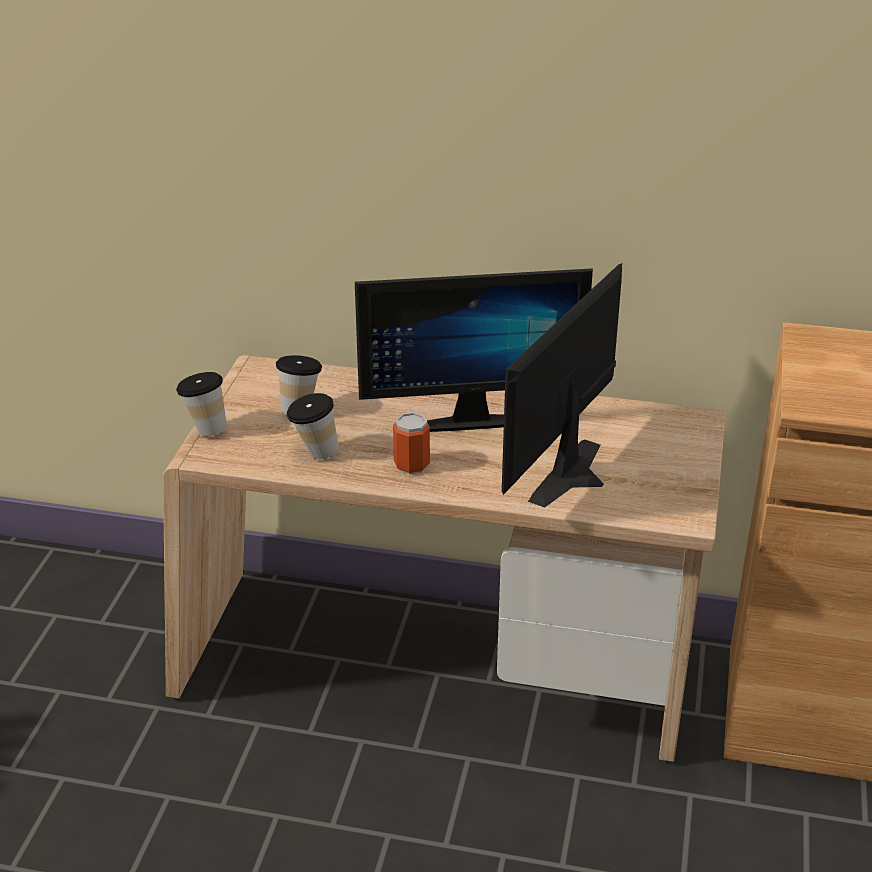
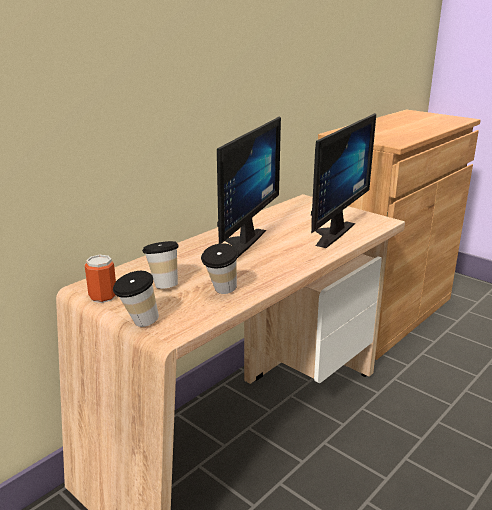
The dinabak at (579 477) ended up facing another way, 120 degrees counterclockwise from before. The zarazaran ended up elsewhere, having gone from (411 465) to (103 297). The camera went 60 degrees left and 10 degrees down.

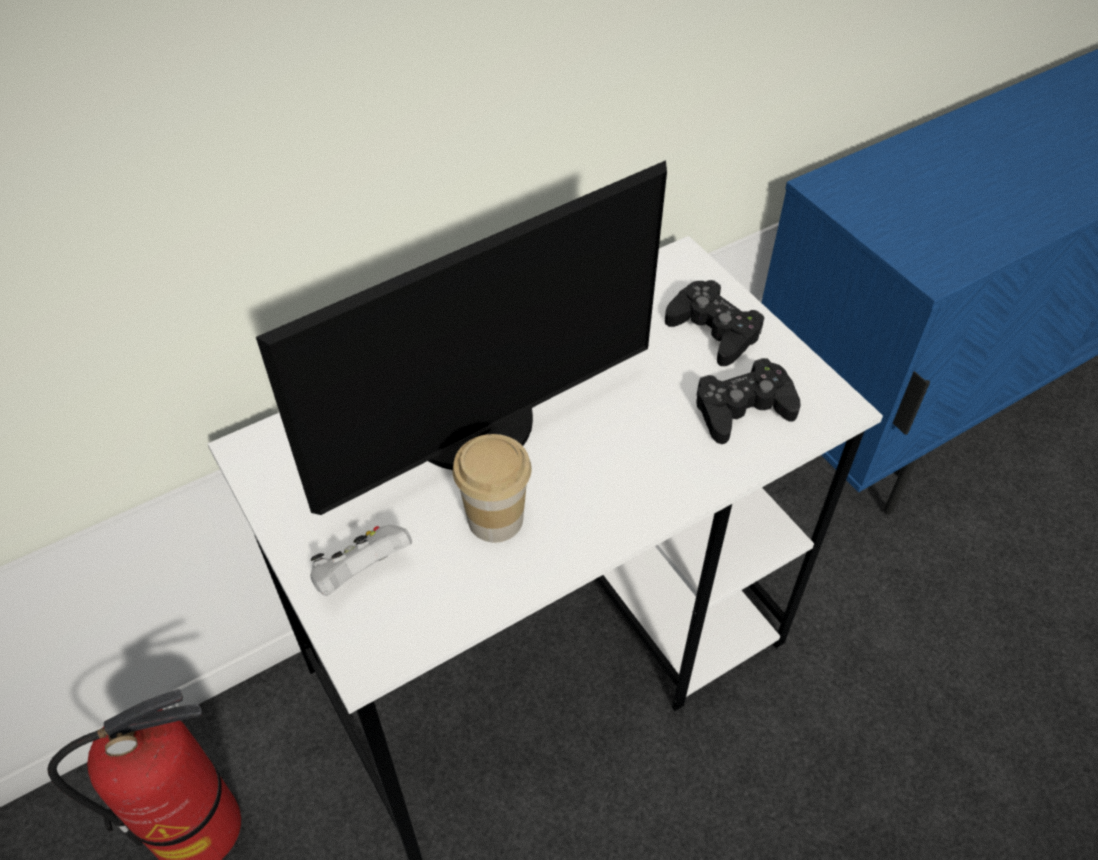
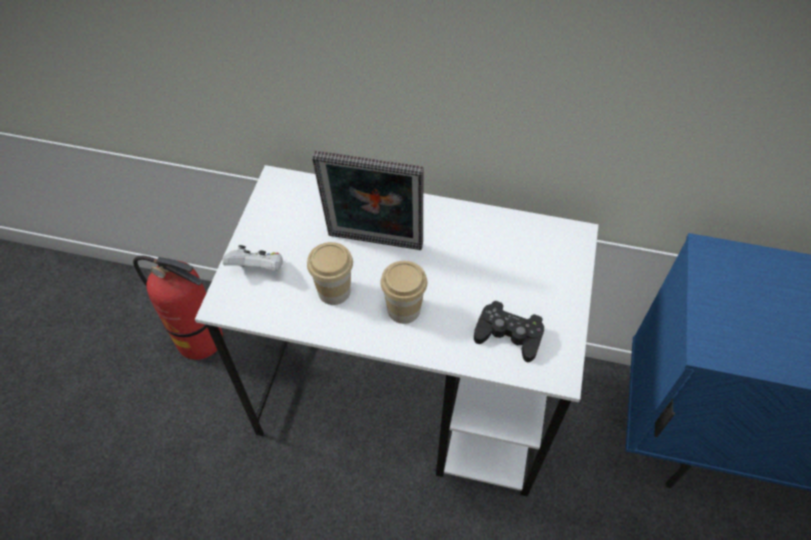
Where the dinabak stood at (478 430), the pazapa came to stand at (374 244). The second view lost the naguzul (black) at (713 330). The second view gained the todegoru at (404 309). The camera went 45 degrees right and 5 degrees up.

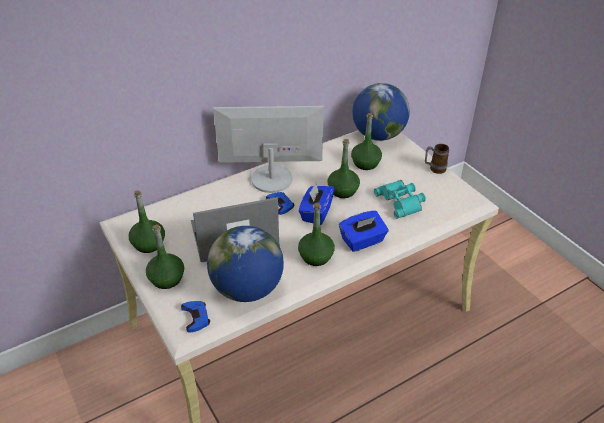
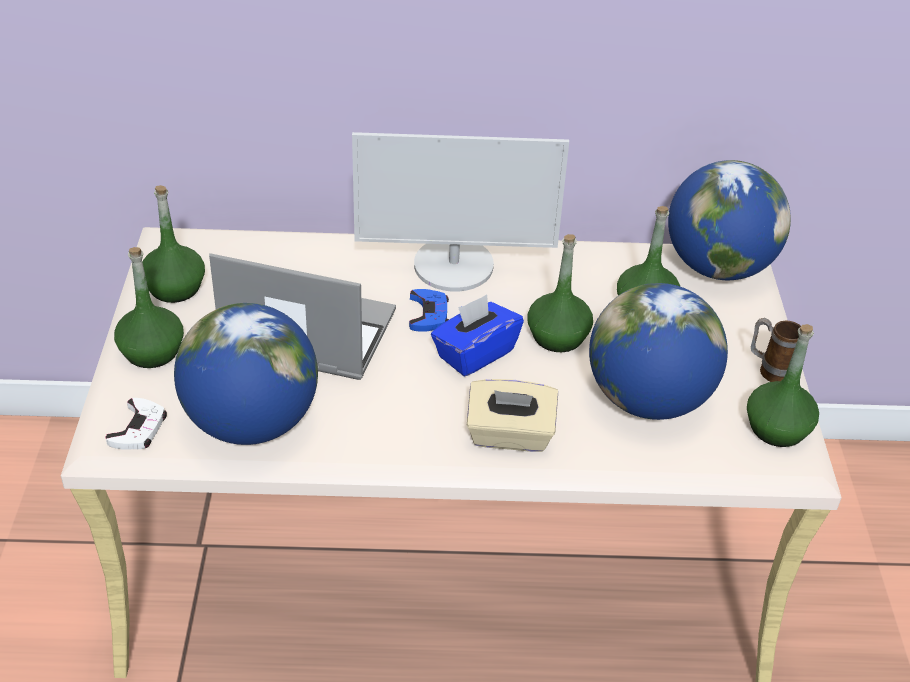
The dinabak at (271 179) ended up facing another way, 150 degrees clockwise from before. Where the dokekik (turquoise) stood at (401 201), the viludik came to stand at (648 400). The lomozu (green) ended up elsewhere, having gone from (315 256) to (777 429). What was the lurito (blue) at (362 241) turned into the lurito (beige) at (510 436). What was the naguzul (blue) at (196 317) turned into the naguzul (white) at (138 429). The camera went 30 degrees right and 0 degrees up.

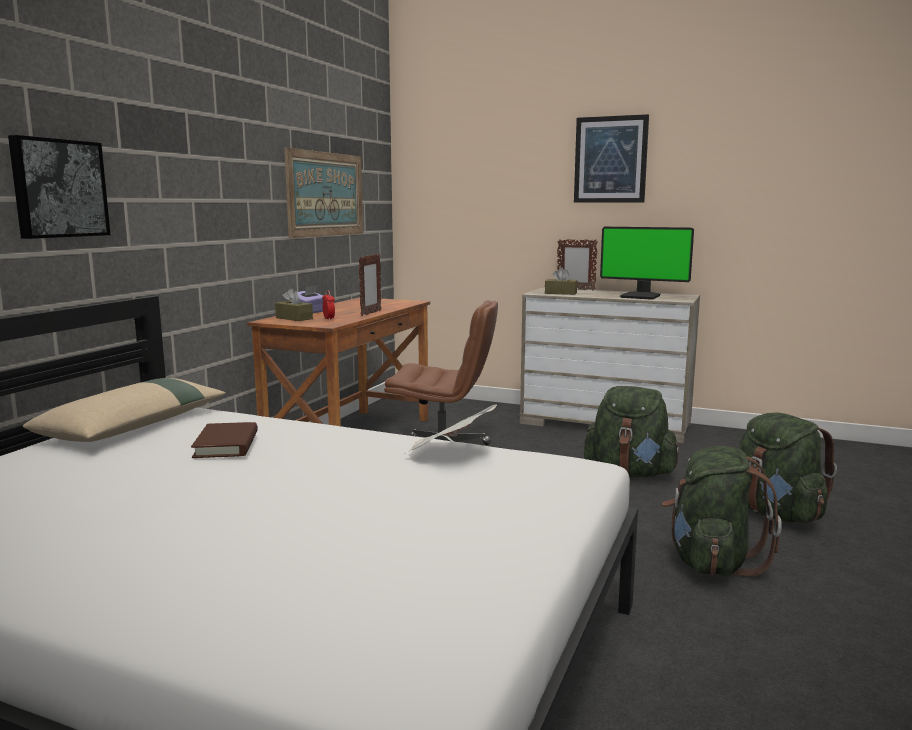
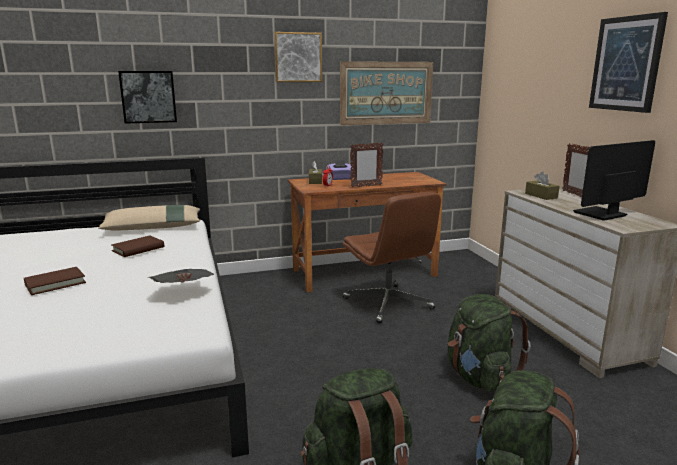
The dinabak at (641 296) ended up facing another way, 75 degrees clockwise from before. The second view gained the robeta at (297 57). The second view gained the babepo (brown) at (55 283). The camera went 50 degrees right and 5 degrees up.

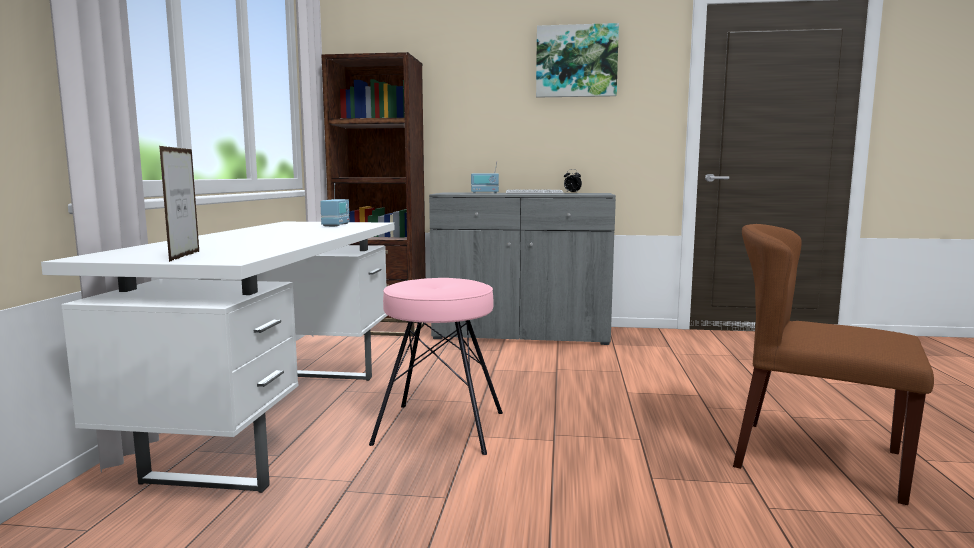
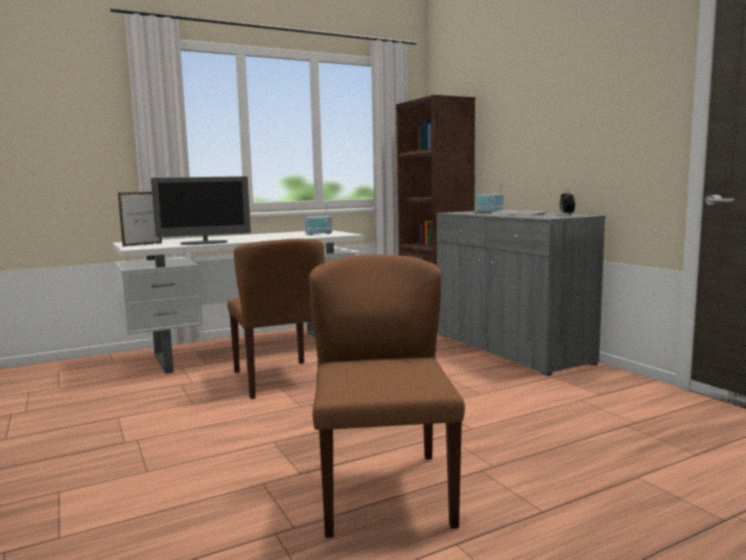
The second view lost the robeta at (576 61). Where the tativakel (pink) stood at (440 428), the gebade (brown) came to stand at (280 379). The second view gained the dinabak at (204 243). The camera went 55 degrees right and 0 degrees up.

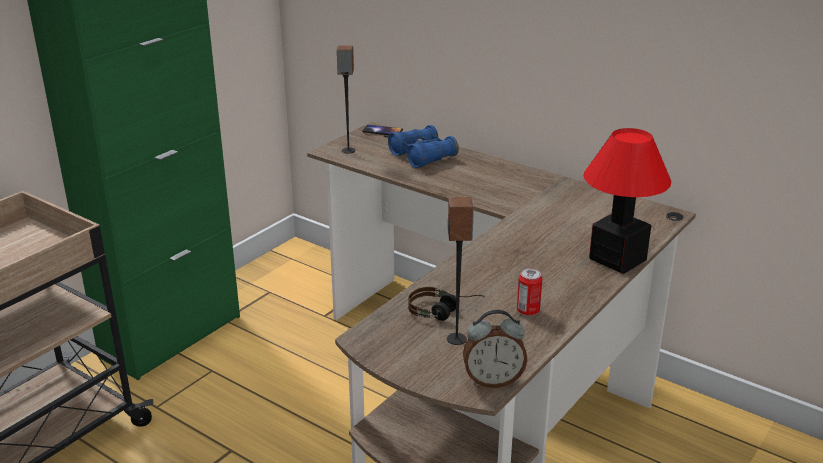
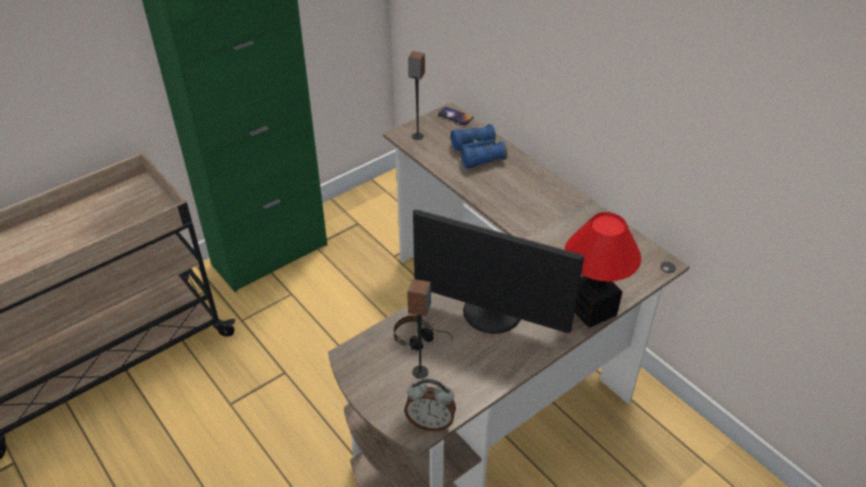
The second view lost the zarazaran at (528 311). The second view gained the dinabak at (491 314). The camera went 15 degrees right and 15 degrees up.

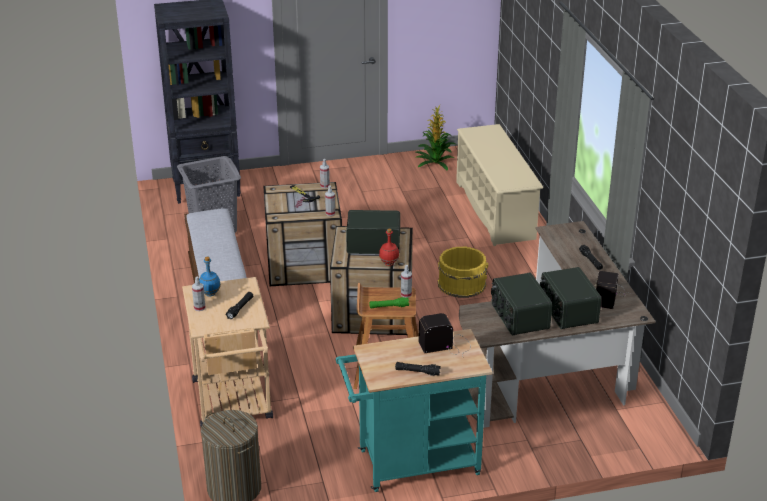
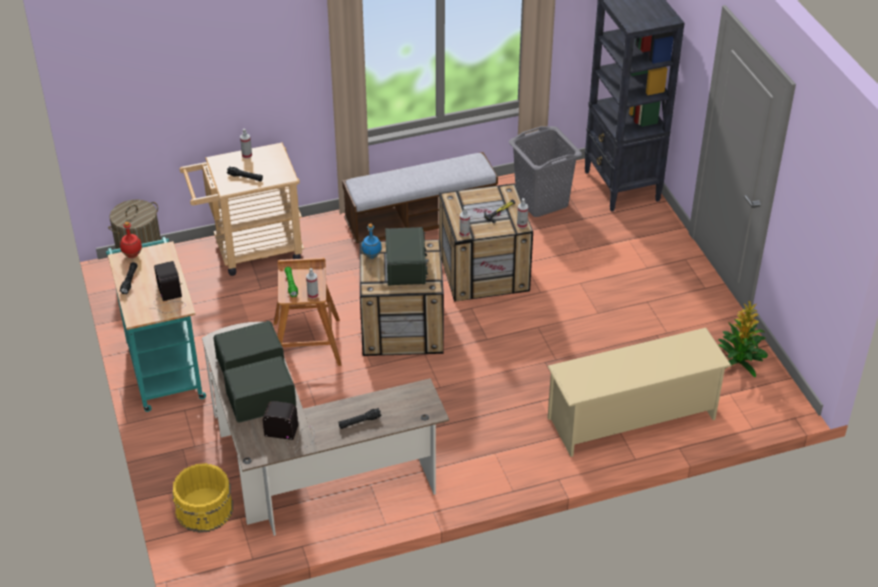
The lomozu (red) ended up elsewhere, having gone from (389 263) to (132 255). The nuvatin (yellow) ended up elsewhere, having gone from (461 284) to (205 509). The lomozu (blue) ended up elsewhere, having gone from (210 294) to (371 255). The camera went 85 degrees right and 10 degrees up.

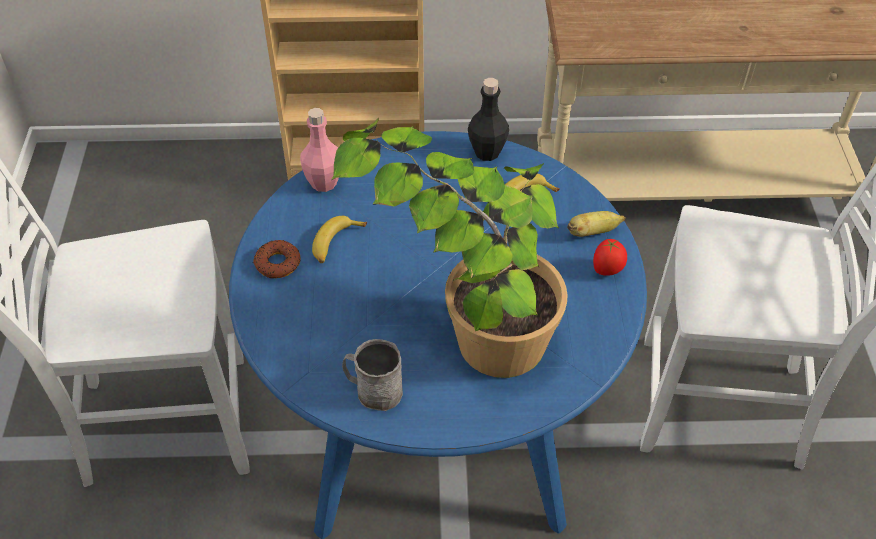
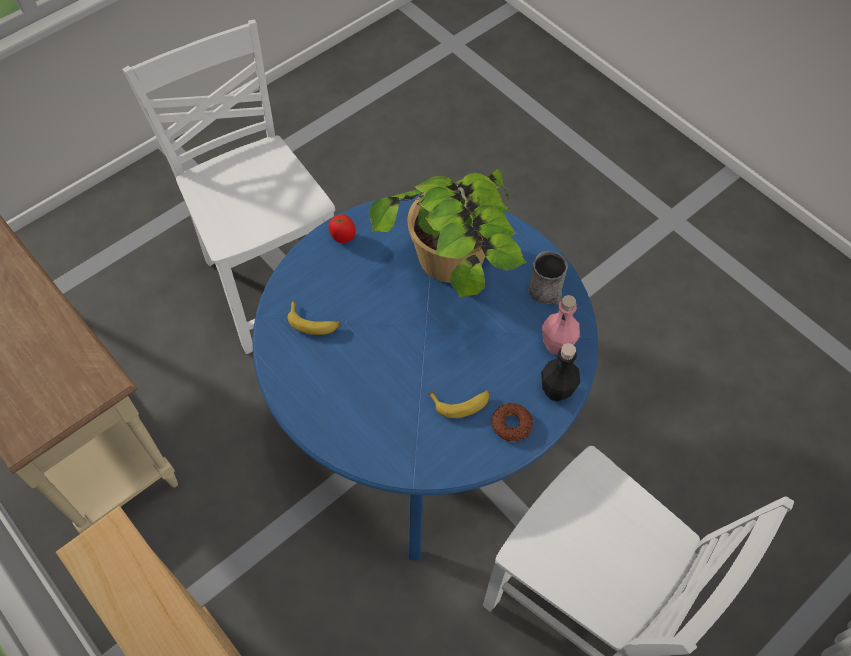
The lomozu (black) ended up elsewhere, having gone from (487 152) to (556 390). The lomozu (pink) ended up elsewhere, having gone from (324 183) to (557 345). The second view lost the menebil at (592 232). The camera went 130 degrees left and 10 degrees up.

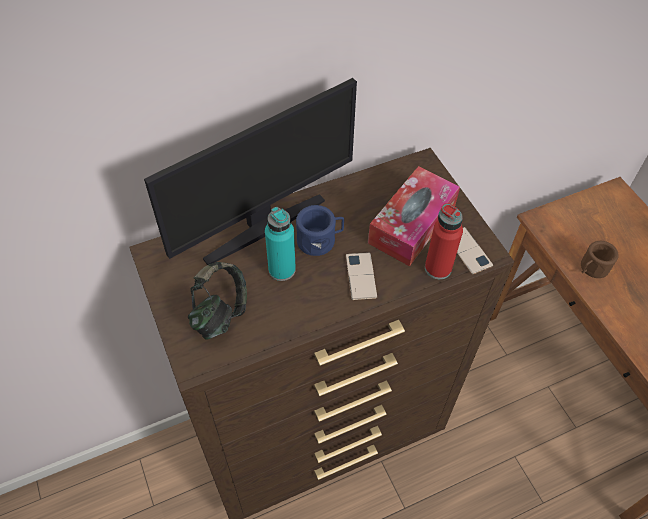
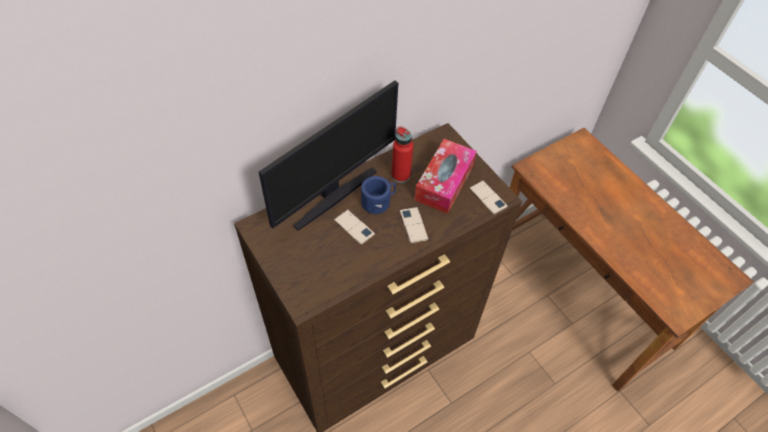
The lomozu (red) ended up elsewhere, having gone from (438 268) to (400 175). Where the lomozu (turquoise) stood at (282 269), the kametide came to stand at (354 227). The second view lost the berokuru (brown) at (592 268). The second view lost the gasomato at (219 313). The camera went 10 degrees left and 0 degrees up.

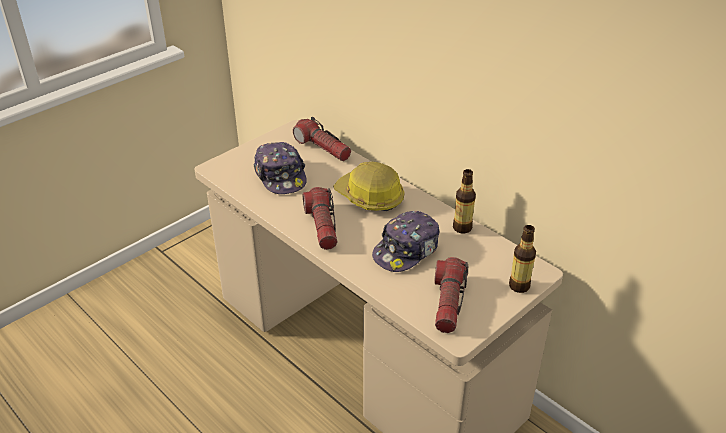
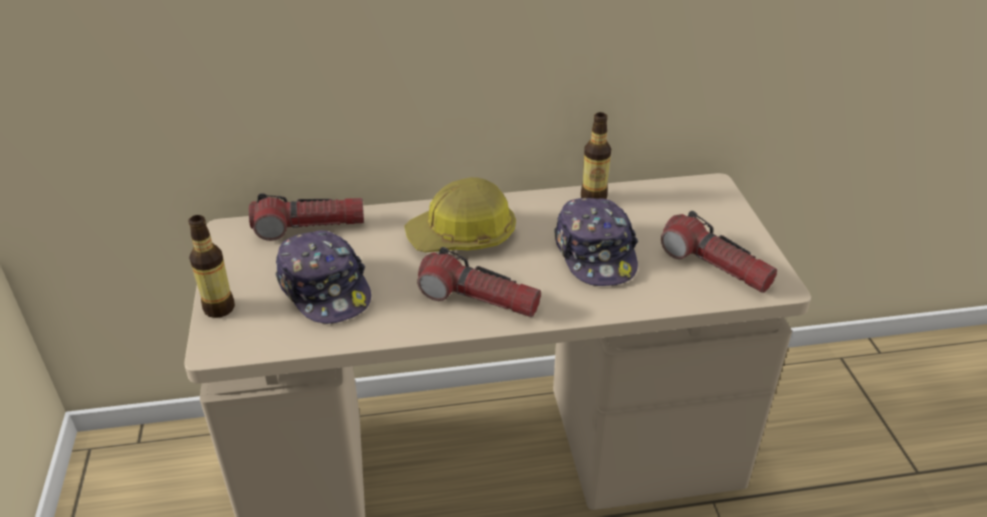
The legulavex at (281 176) ended up facing another way, 45 degrees clockwise from before. The lomozu ended up elsewhere, having gone from (519 286) to (219 308). The camera went 55 degrees left and 0 degrees up.

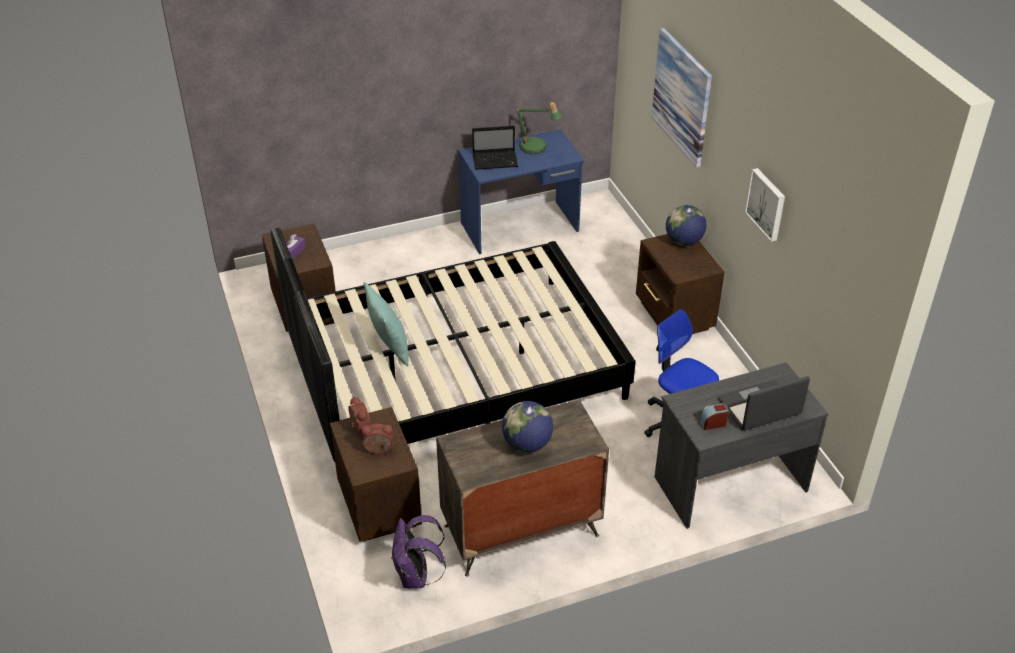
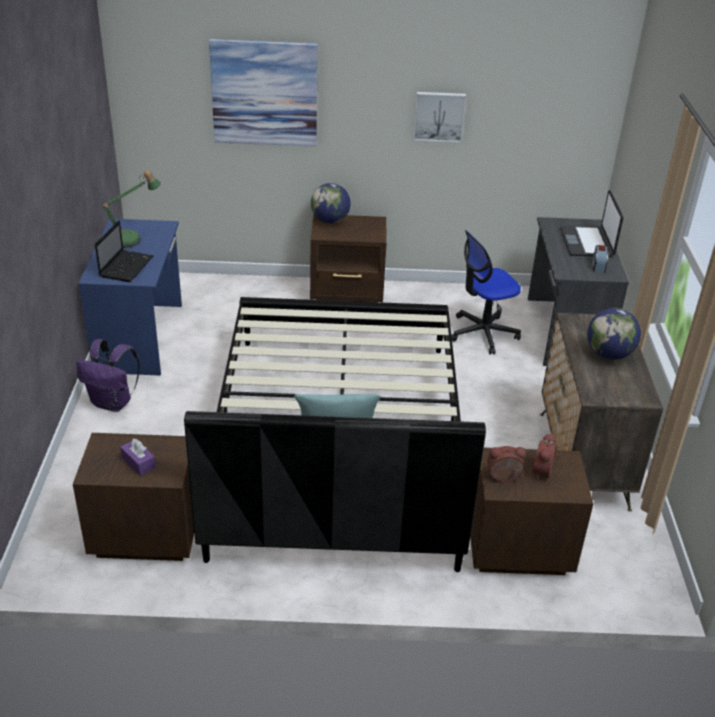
The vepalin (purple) ended up elsewhere, having gone from (416 577) to (113 403). The camera went 70 degrees left and 5 degrees down.

